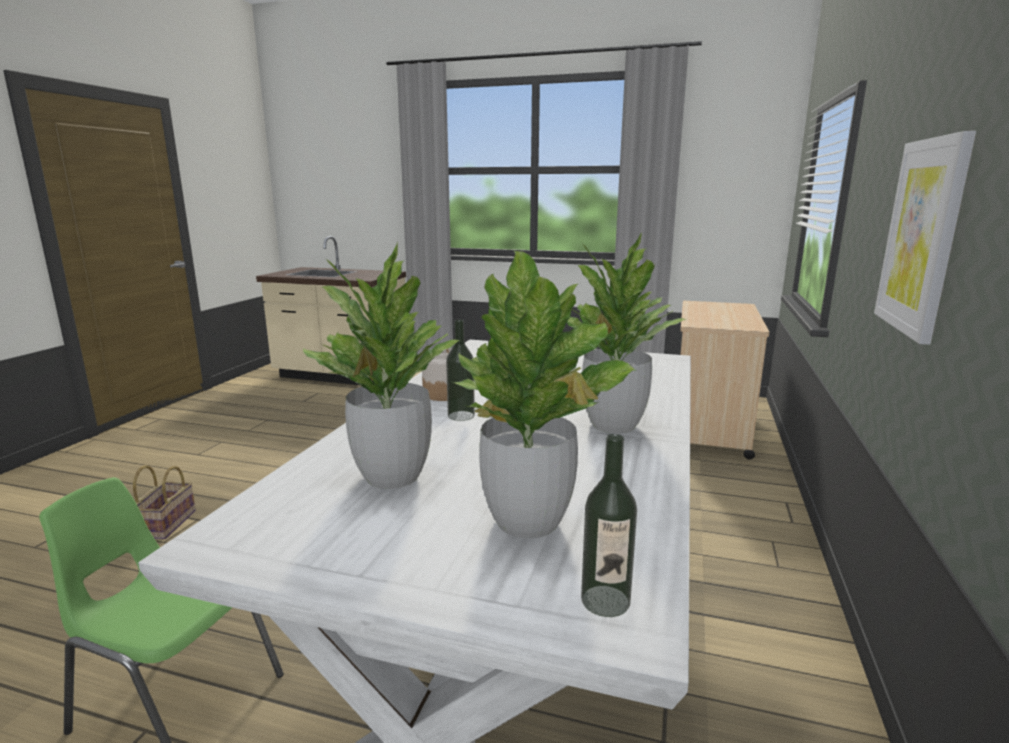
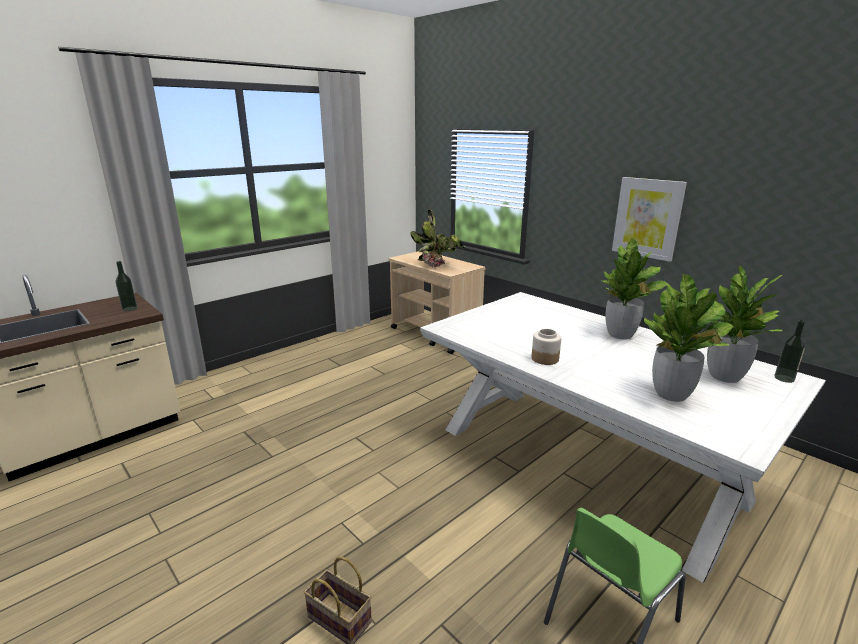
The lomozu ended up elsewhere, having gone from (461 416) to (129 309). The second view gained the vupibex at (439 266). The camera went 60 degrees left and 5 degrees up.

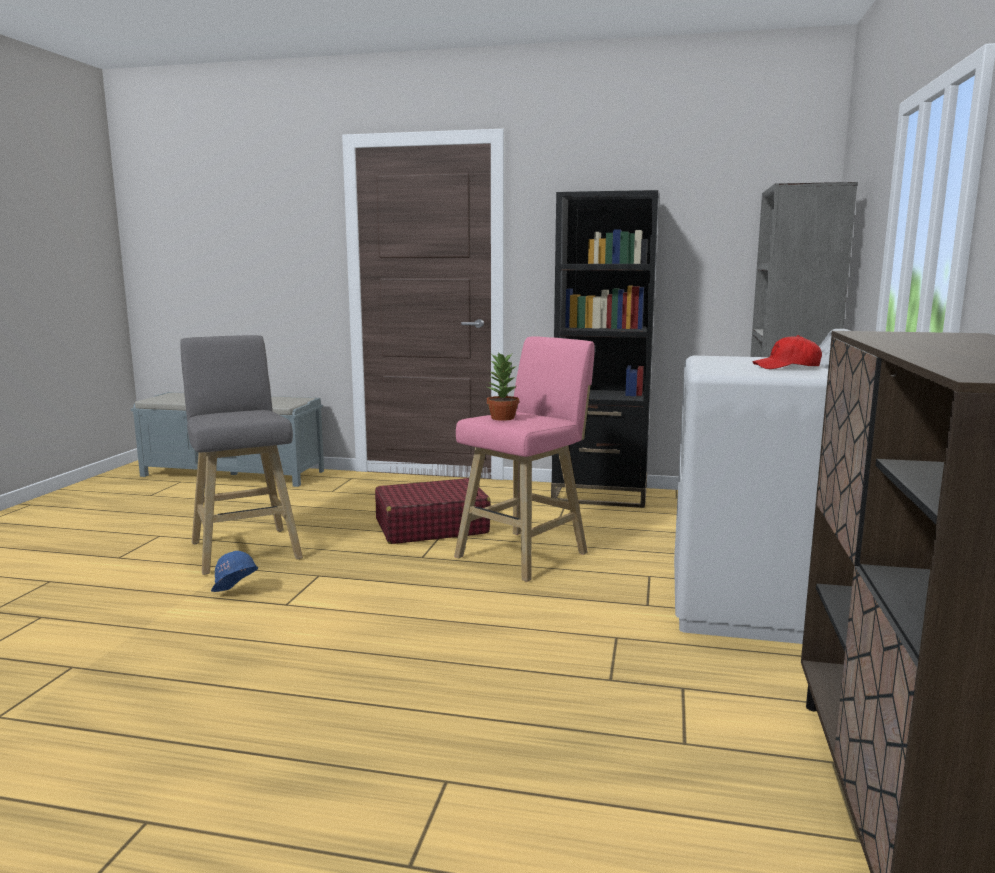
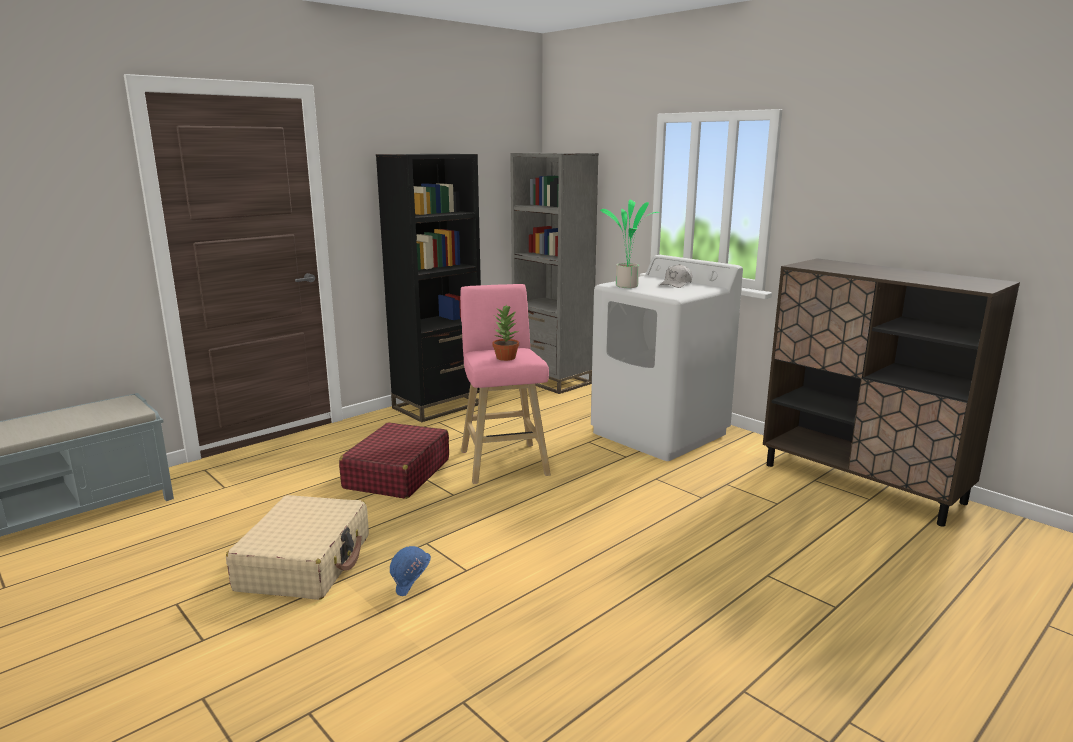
Where the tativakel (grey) stood at (245 548), the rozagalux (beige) came to stand at (305 562). What was the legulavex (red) at (787 367) turned into the legulavex (white) at (676 284). The second view gained the vupibex at (628 286). The camera went 55 degrees left and 5 degrees up.

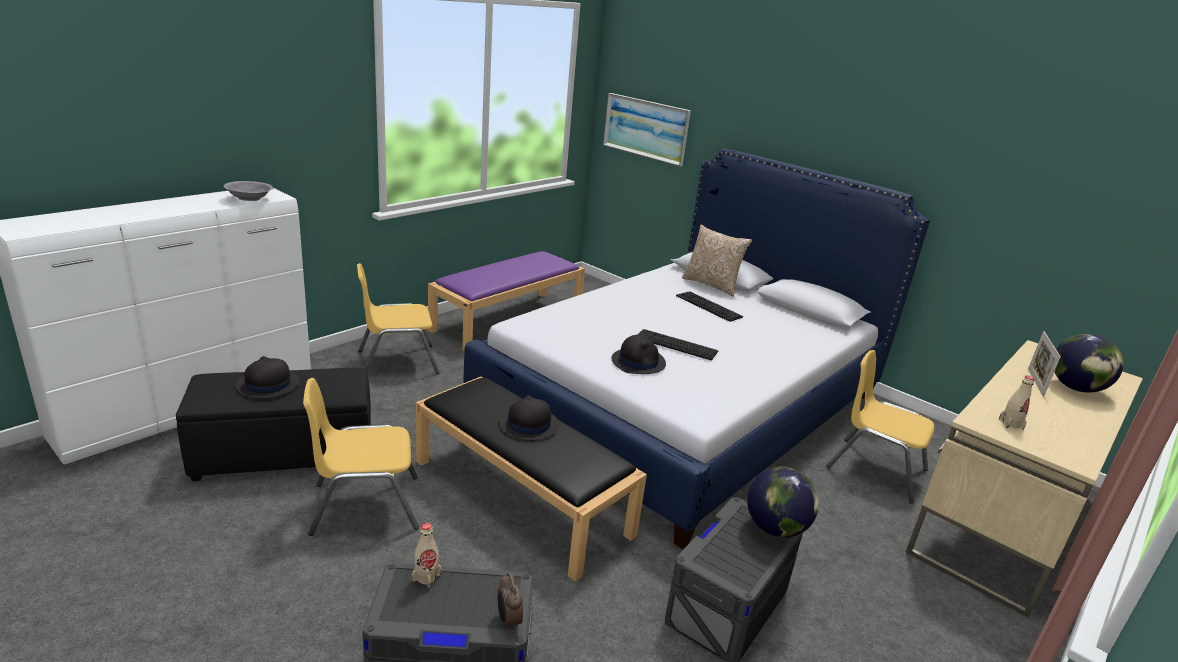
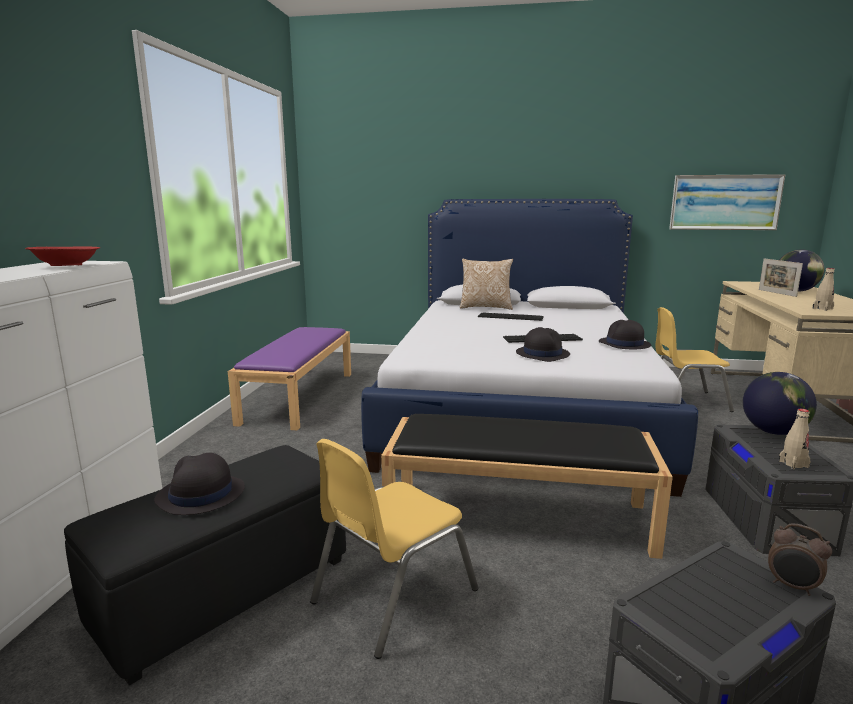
The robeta ended up elsewhere, having gone from (645 128) to (724 202). What was the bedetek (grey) at (249 199) turned into the bedetek (red) at (66 266). The second view lost the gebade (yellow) at (397 361). The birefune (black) ended up elsewhere, having gone from (528 424) to (624 344). The lomozu (beige) ended up elsewhere, having gone from (426 577) to (793 464). The camera went 30 degrees left and 10 degrees down.

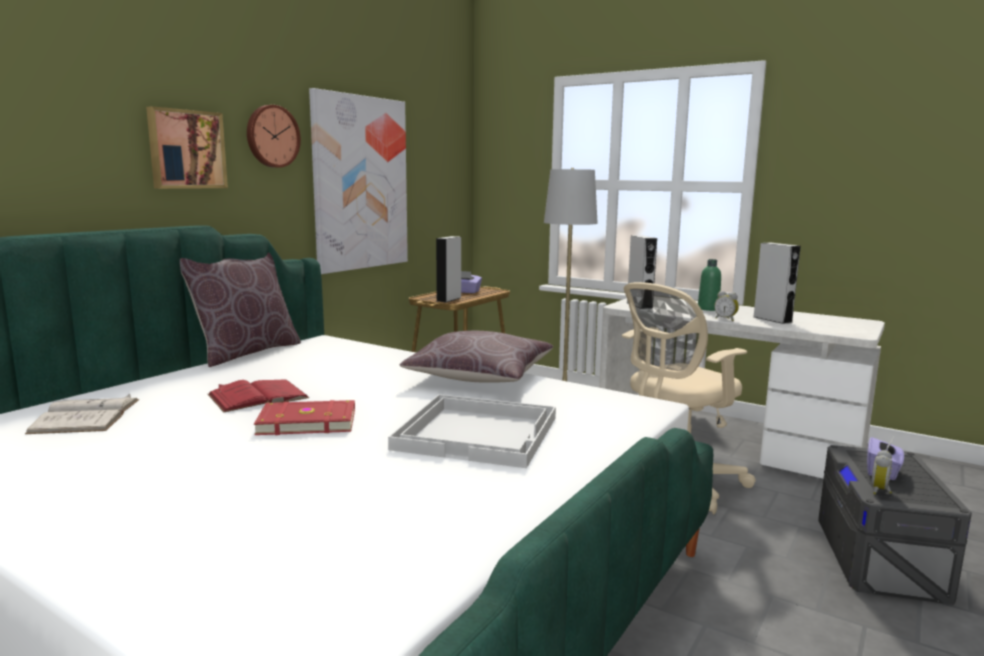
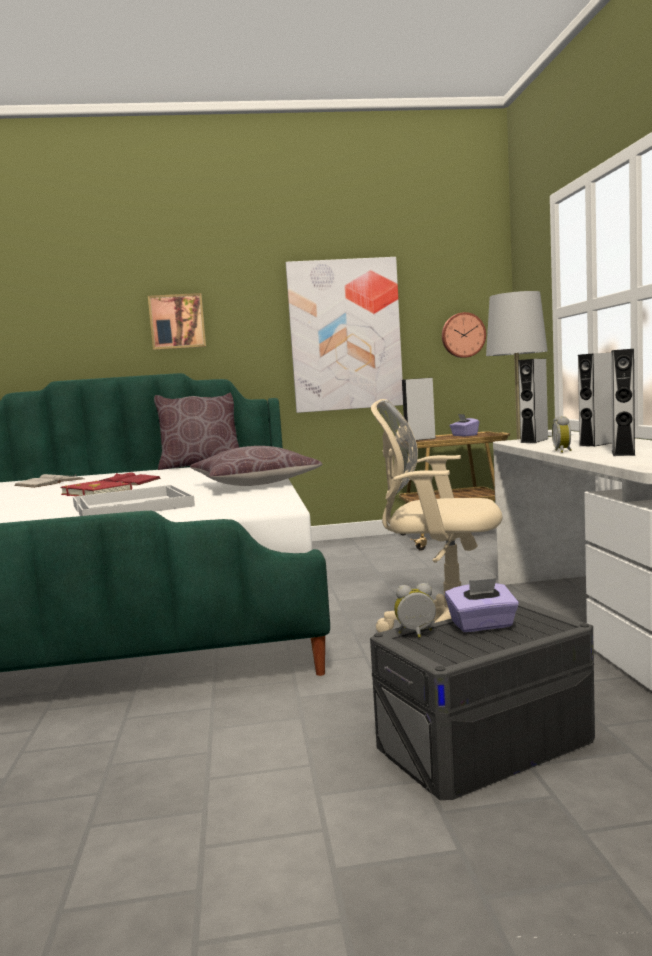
The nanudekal ended up elsewhere, having gone from (272 136) to (463 335). Where the lomozu (green) stood at (708 308), the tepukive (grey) came to stand at (599 444). The camera went 50 degrees right and 5 degrees down.

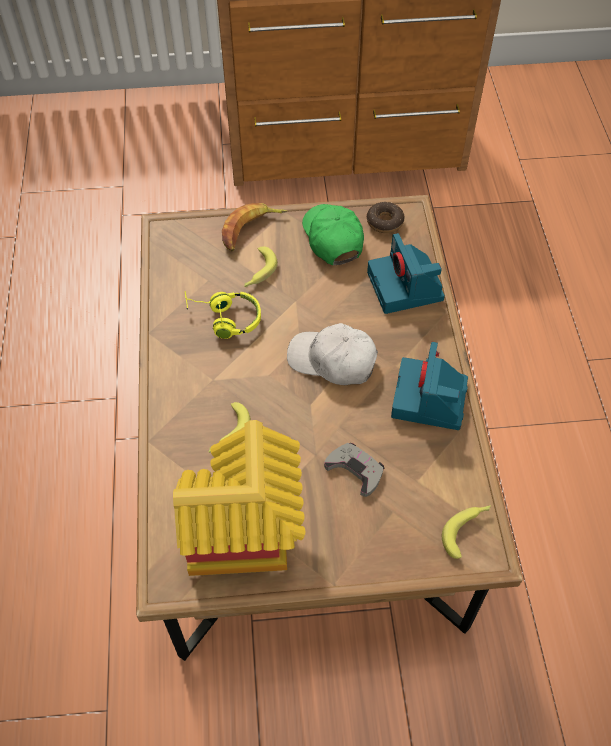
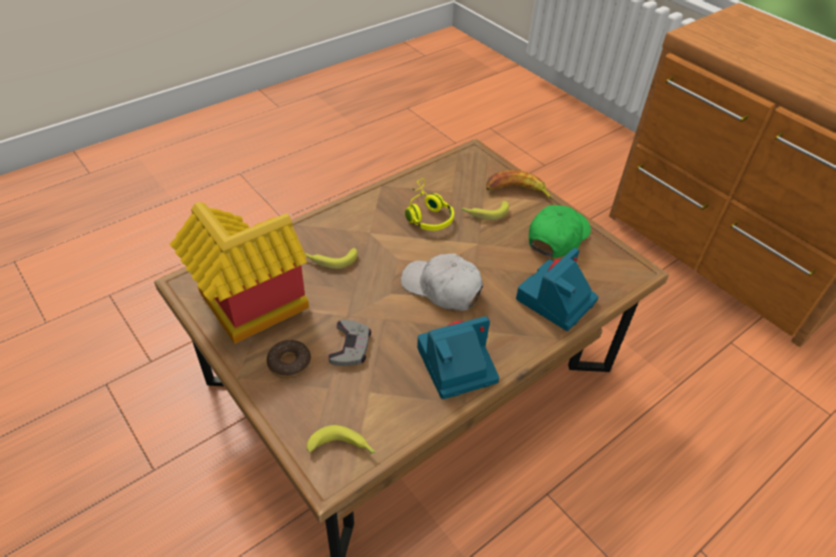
The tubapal ended up elsewhere, having gone from (385 222) to (289 363). The legulavex (white) at (333 361) ended up facing another way, 45 degrees counterclockwise from before. The camera went 55 degrees right and 10 degrees down.

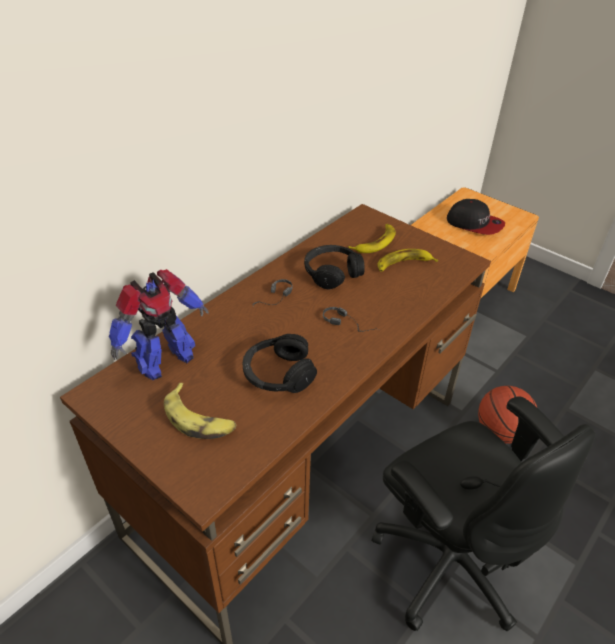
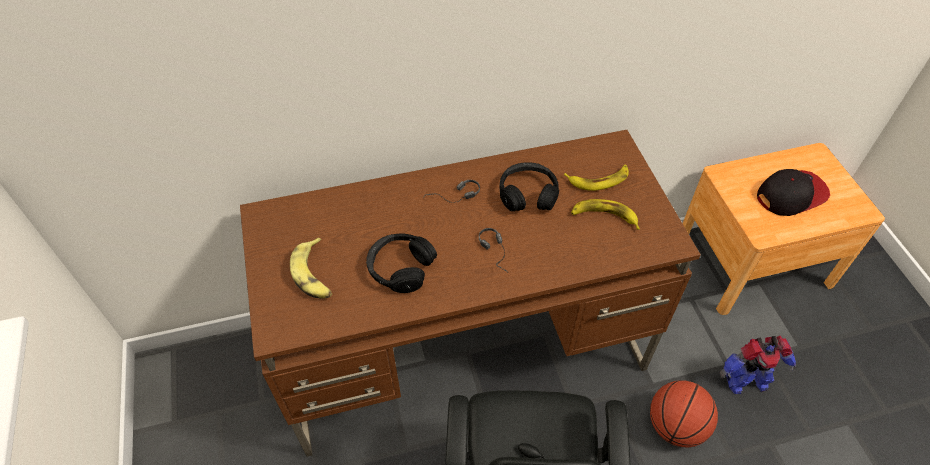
The legulavex at (474 224) ended up facing another way, 90 degrees counterclockwise from before. The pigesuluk ended up elsewhere, having gone from (164 360) to (745 380). The camera went 35 degrees right and 10 degrees up.

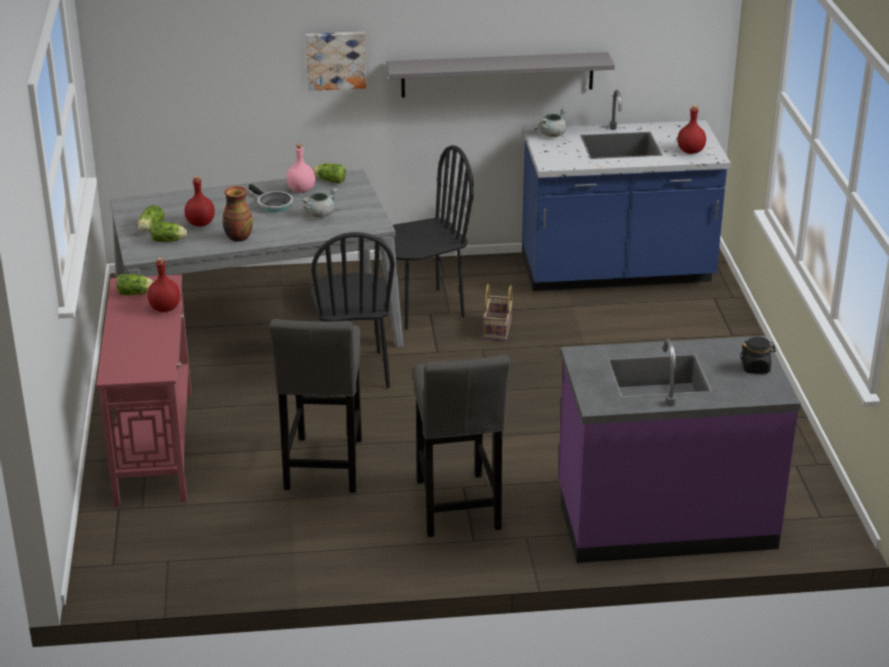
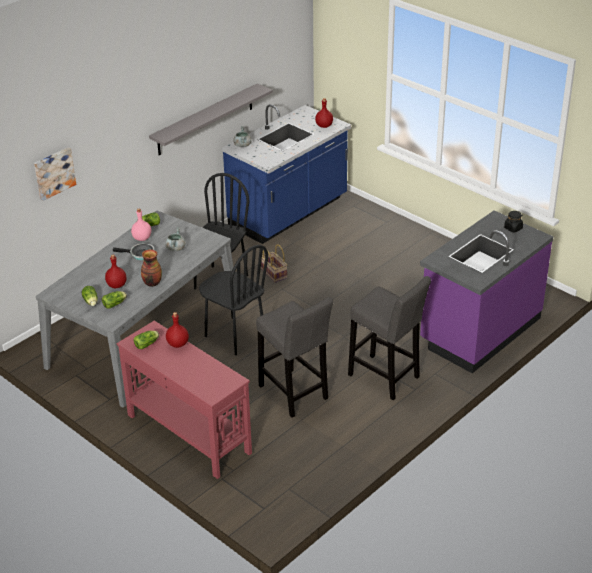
The robeta ended up elsewhere, having gone from (335 59) to (54 173). The camera went 40 degrees left and 5 degrees up.

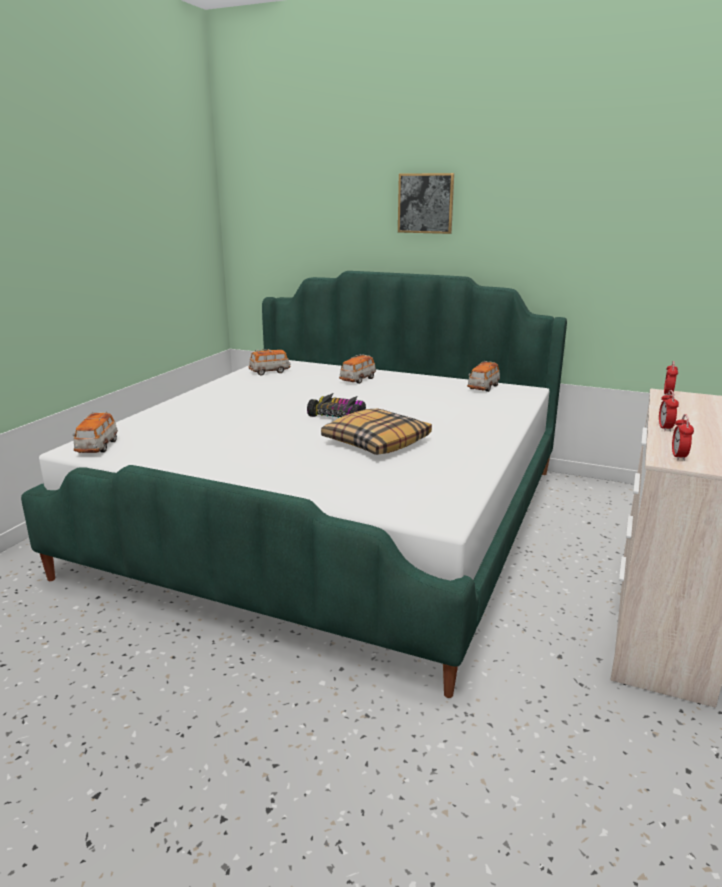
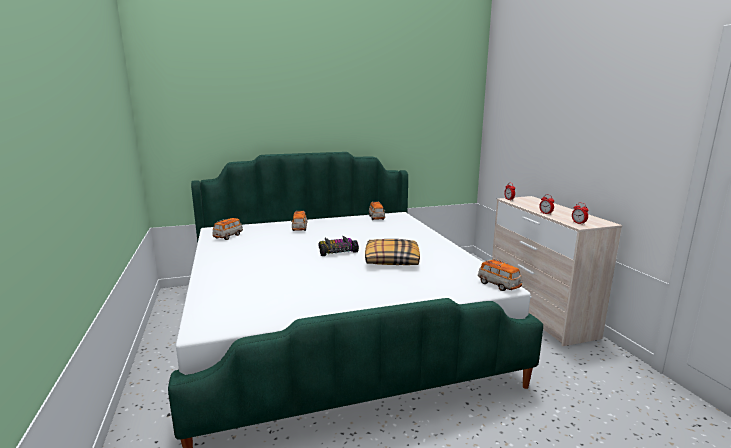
The second view lost the robeta at (425 203). The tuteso ended up elsewhere, having gone from (97 447) to (498 285). The camera went 40 degrees left and 5 degrees down.

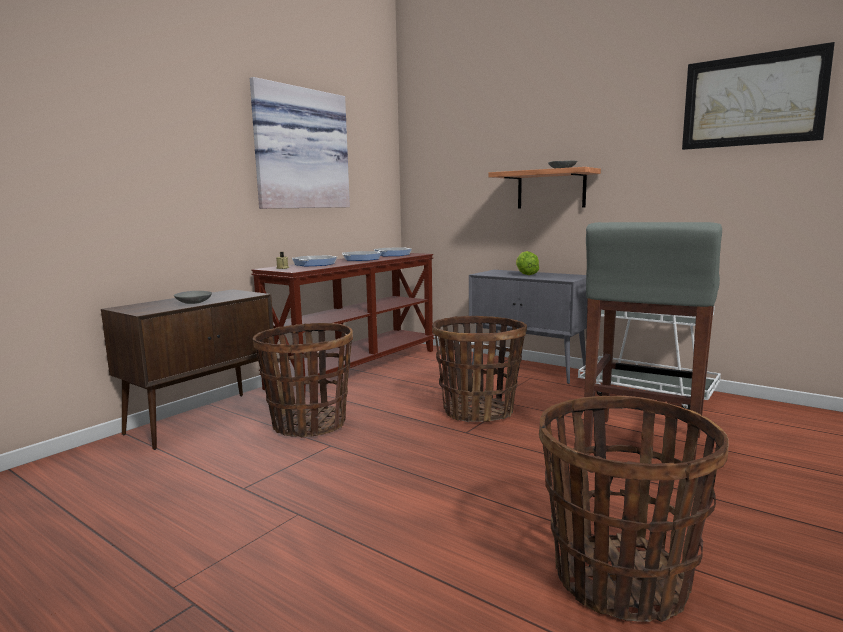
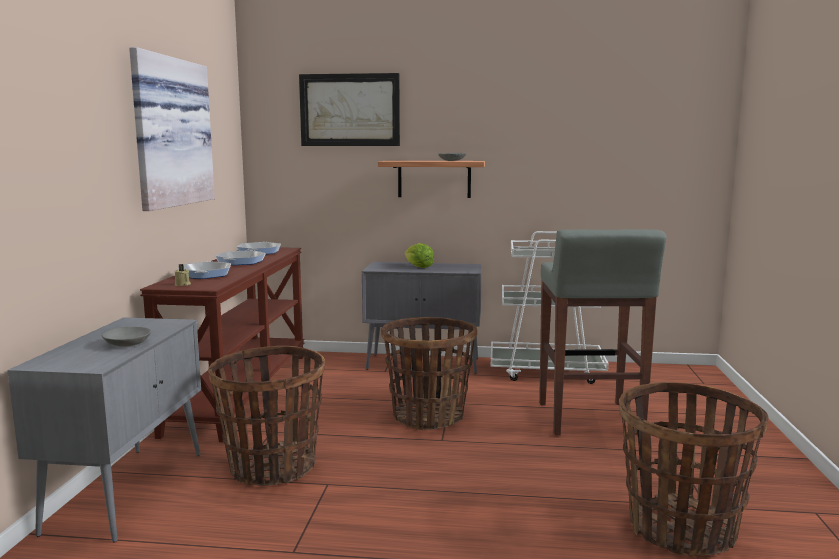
The robeta ended up elsewhere, having gone from (752 100) to (350 110). What was the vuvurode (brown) at (204 419) turned into the vuvurode (grey) at (128 490). The camera went 30 degrees left and 0 degrees up.

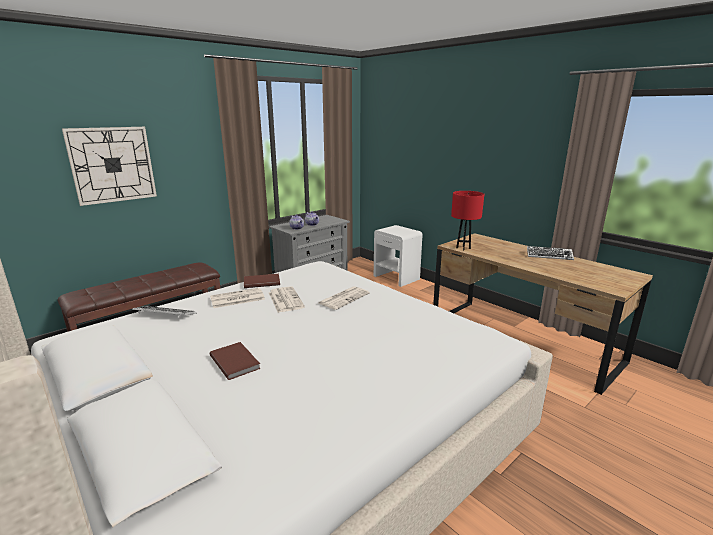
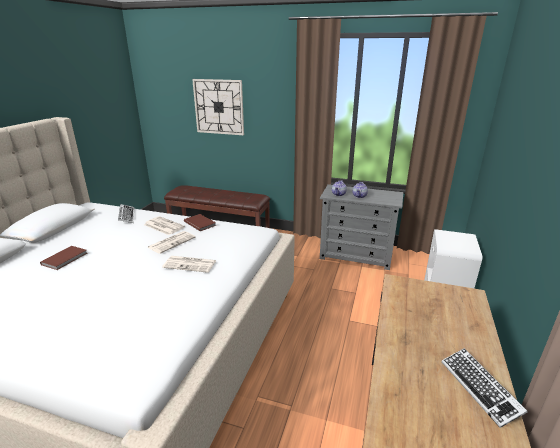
The second view lost the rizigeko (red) at (463 248). The camera went 60 degrees right and 5 degrees up.

